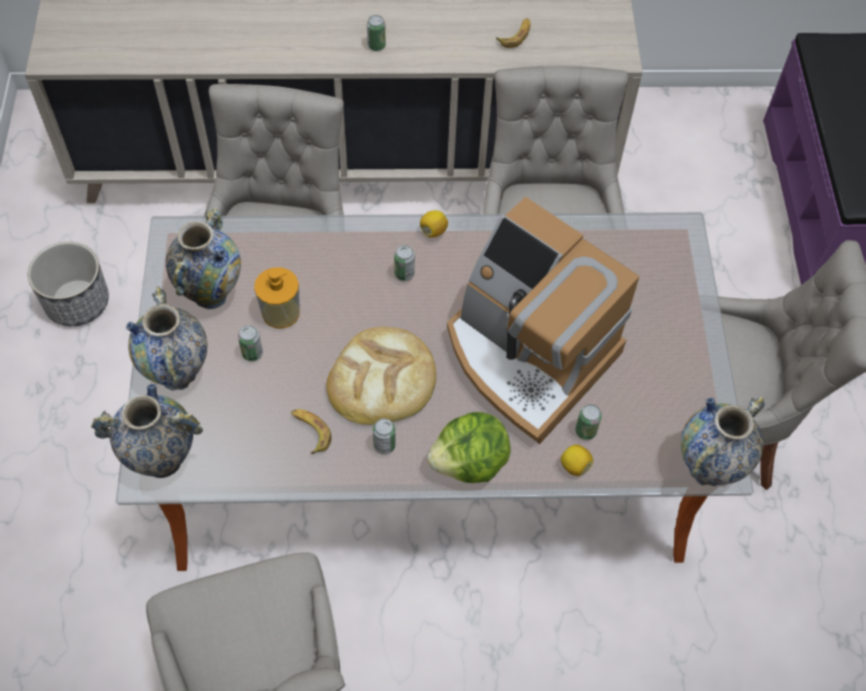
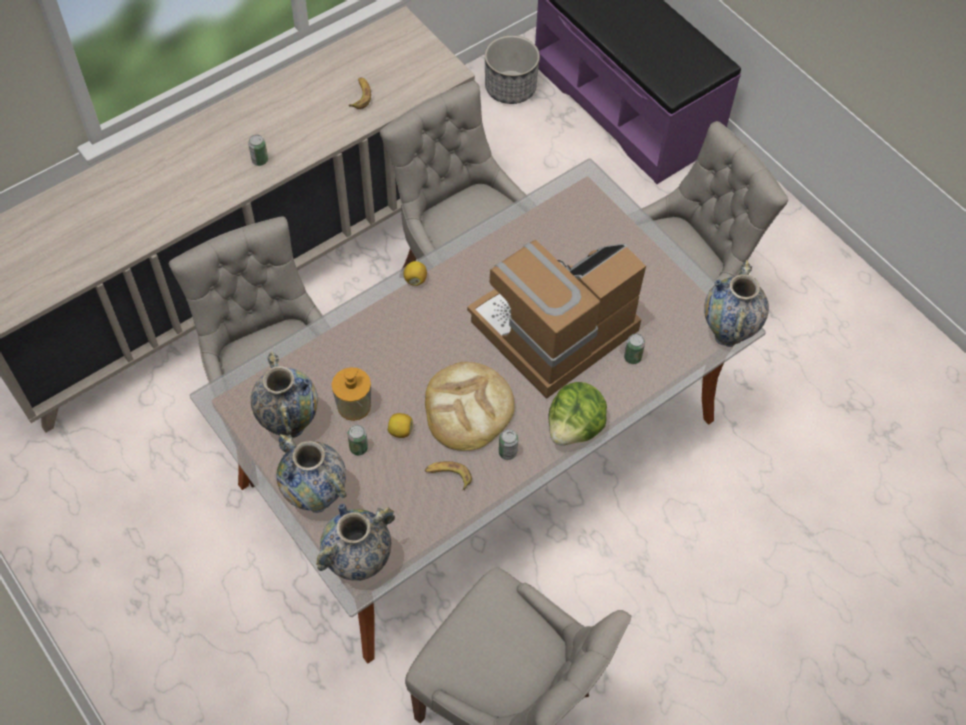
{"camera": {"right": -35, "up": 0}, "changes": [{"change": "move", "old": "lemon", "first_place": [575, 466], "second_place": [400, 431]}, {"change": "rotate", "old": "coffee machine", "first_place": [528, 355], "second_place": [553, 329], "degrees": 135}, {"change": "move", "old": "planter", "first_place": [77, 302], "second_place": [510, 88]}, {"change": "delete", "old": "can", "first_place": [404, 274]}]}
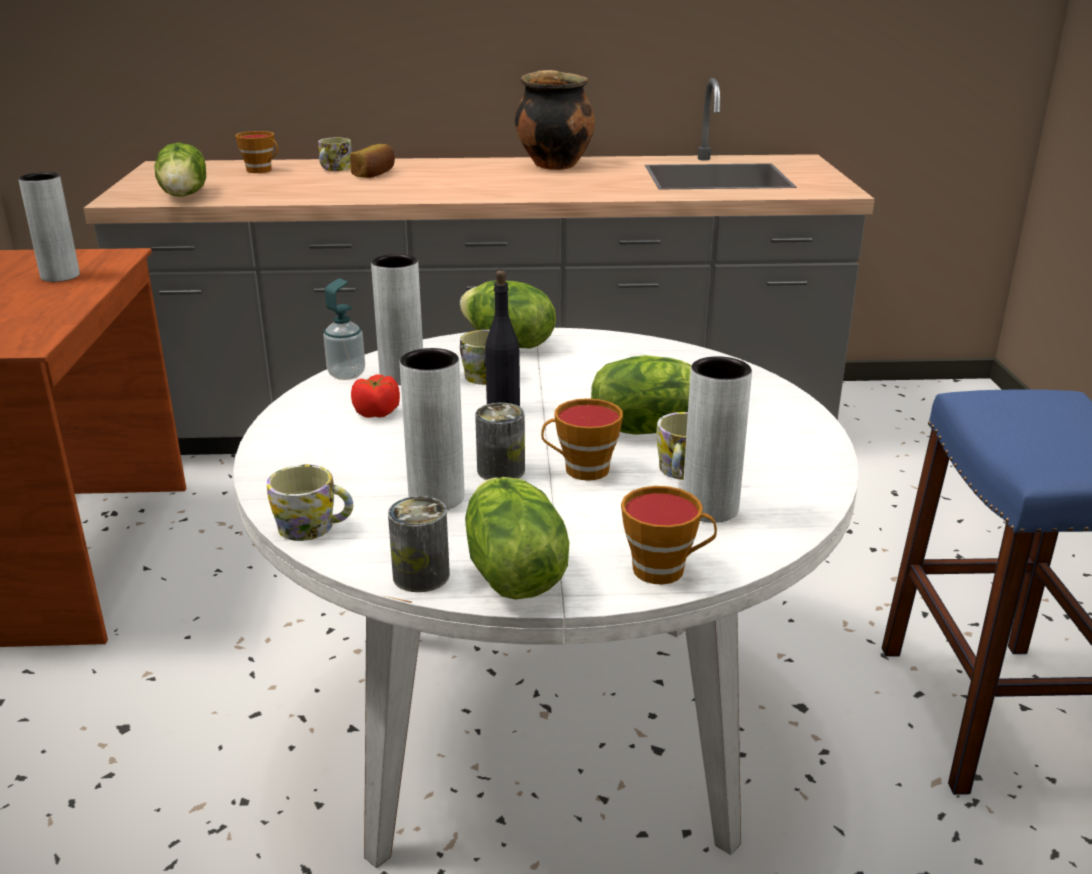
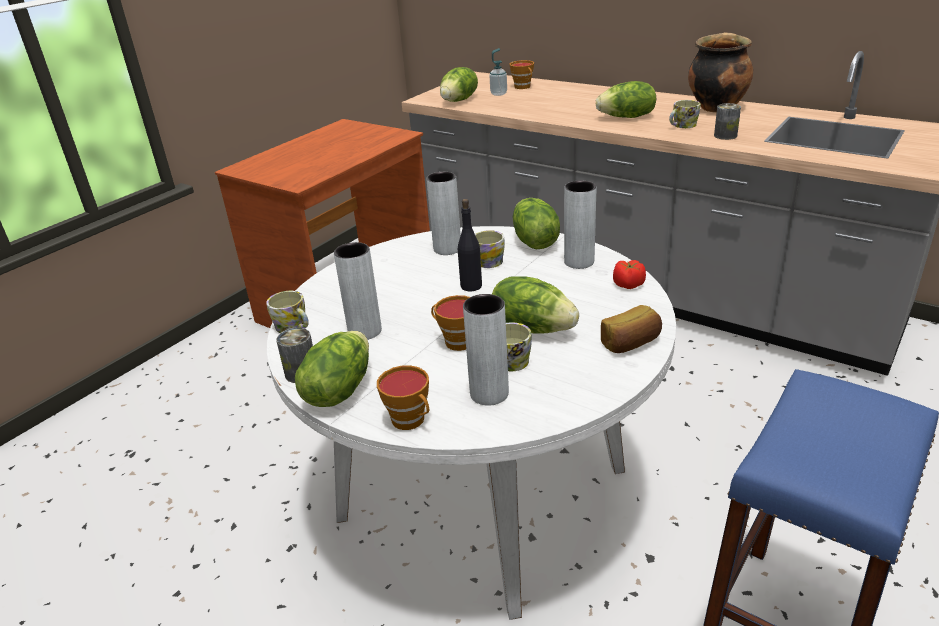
{"camera": {"right": 40, "up": 5}, "changes": [{"change": "move", "old": "soap dispenser", "first_place": [346, 374], "second_place": [498, 94]}, {"change": "move", "old": "grey vase", "first_place": [60, 276], "second_place": [579, 262]}, {"change": "insert", "new": "lettuce", "second_place": [627, 117]}, {"change": "move", "old": "bread", "first_place": [375, 174], "second_place": [631, 343]}, {"change": "move", "old": "tomato", "first_place": [377, 413], "second_place": [628, 285]}, {"change": "move", "old": "mug", "first_place": [334, 169], "second_place": [682, 126]}, {"change": "move", "old": "can", "first_place": [501, 470], "second_place": [725, 136]}]}
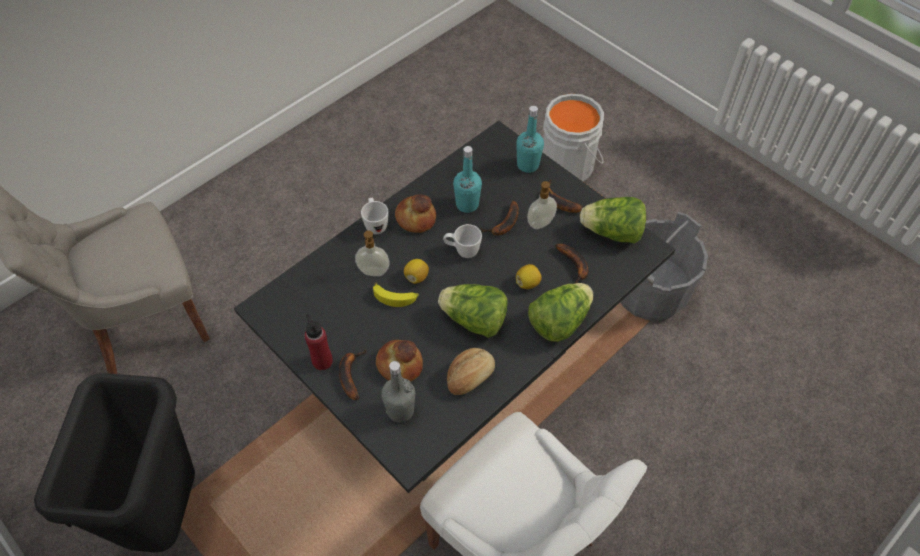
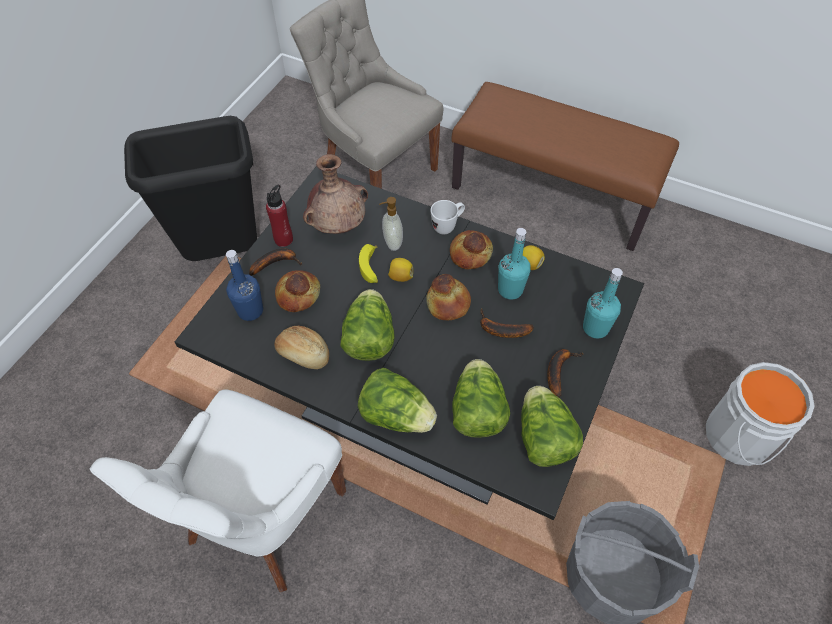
{"camera": {"right": 70, "up": 0}, "changes": [{"change": "recolor", "old": "grey bottle", "new": "blue bottle", "first_place": [400, 411], "second_place": [250, 311]}, {"change": "insert", "new": "brown vase", "second_place": [339, 226]}, {"change": "replace", "old": "white mug", "new": "bread", "first_place": [462, 251], "second_place": [448, 303]}, {"change": "insert", "new": "brown bench", "second_place": [552, 194]}, {"change": "replace", "old": "banana", "new": "lettuce", "first_place": [574, 266], "second_place": [477, 411]}, {"change": "move", "old": "lemon", "first_place": [528, 283], "second_place": [529, 264]}, {"change": "delete", "old": "soap dispenser", "first_place": [541, 224]}]}
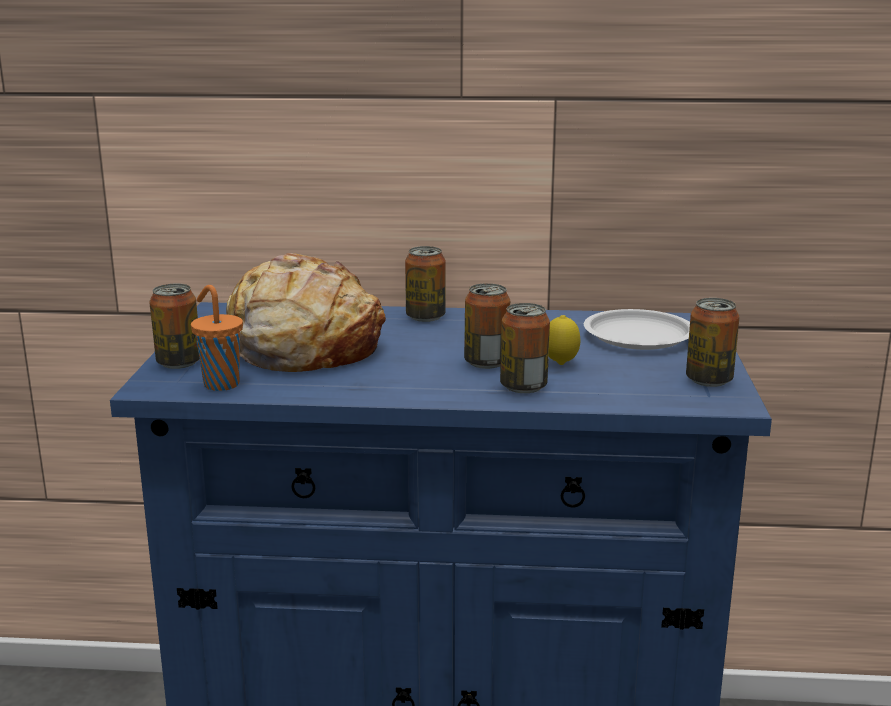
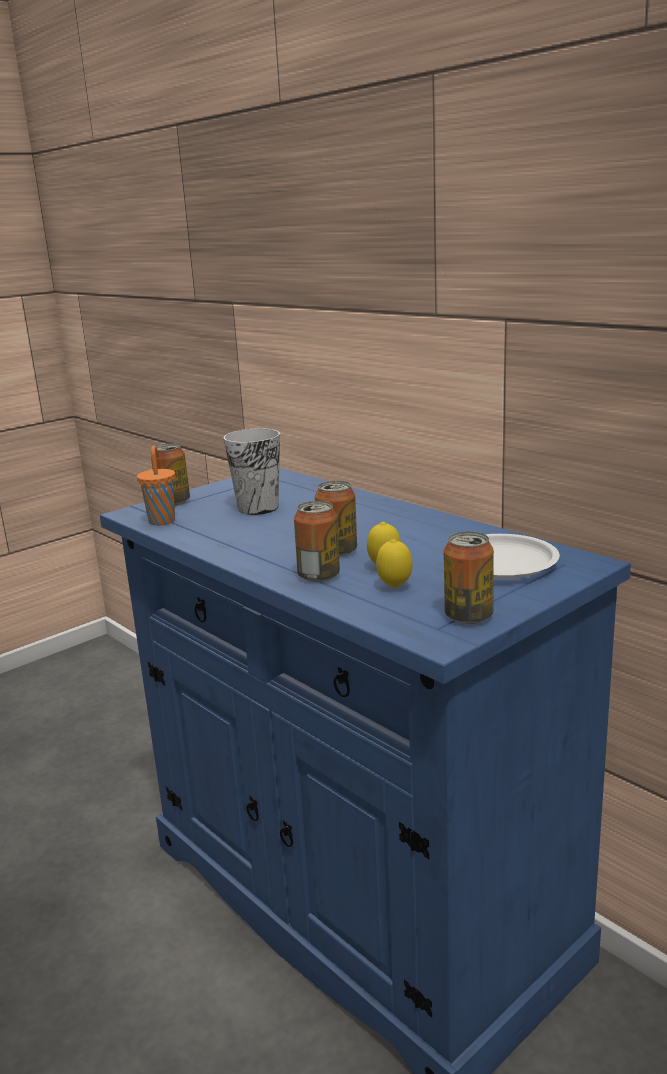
{"camera": {"right": 45, "up": 0}, "changes": [{"change": "replace", "old": "bread", "new": "cup", "first_place": [302, 346], "second_place": [258, 508]}, {"change": "insert", "new": "lemon", "second_place": [395, 587]}, {"change": "delete", "old": "can", "first_place": [425, 317]}]}
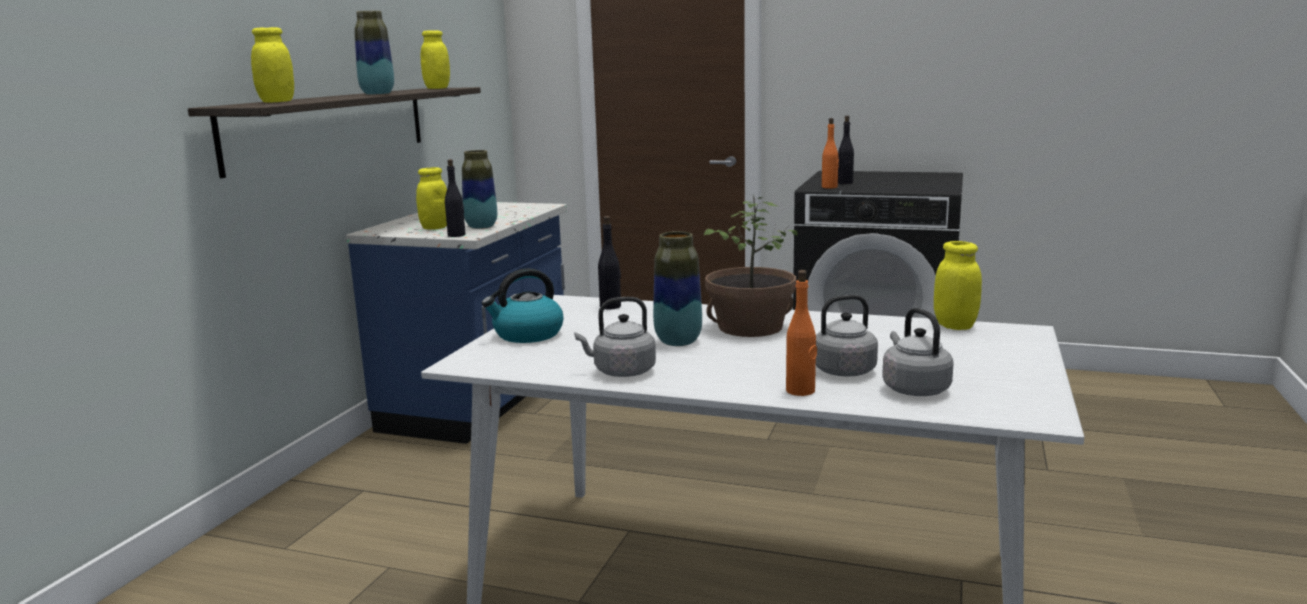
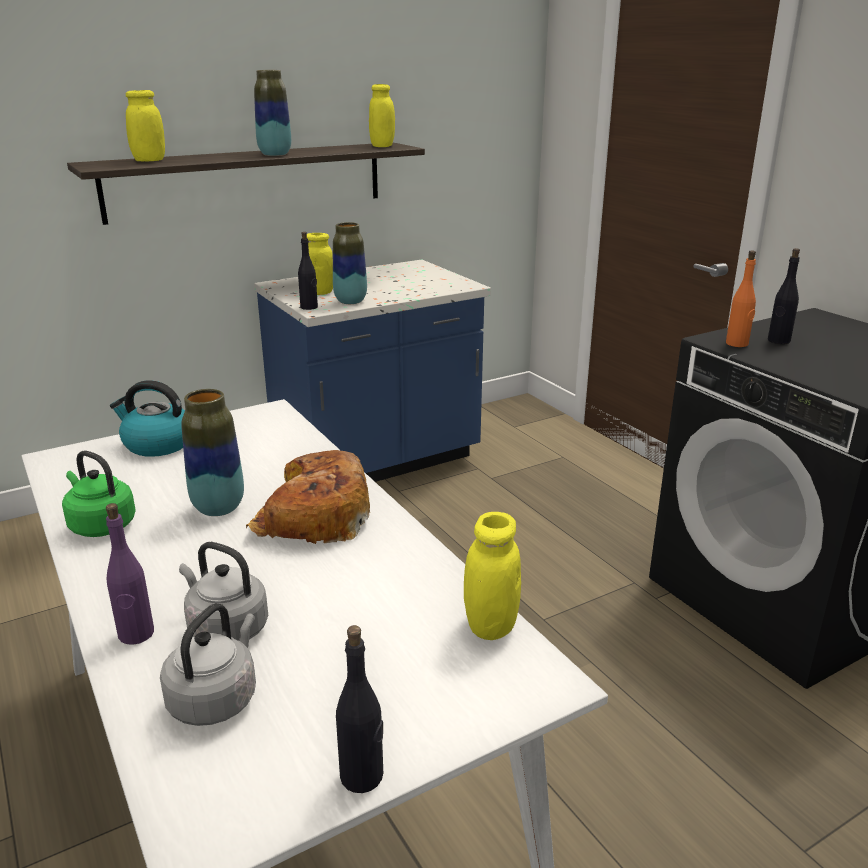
{"camera": {"right": 40, "up": 10}, "changes": [{"change": "recolor", "old": "grey kettle", "new": "green kettle", "first_place": [621, 372], "second_place": [100, 525]}, {"change": "recolor", "old": "orange bottle", "new": "purple bottle", "first_place": [800, 391], "second_place": [136, 634]}, {"change": "replace", "old": "potted plant", "new": "bread", "first_place": [750, 327], "second_place": [312, 517]}, {"change": "move", "old": "black bottle", "first_place": [610, 306], "second_place": [362, 776]}]}
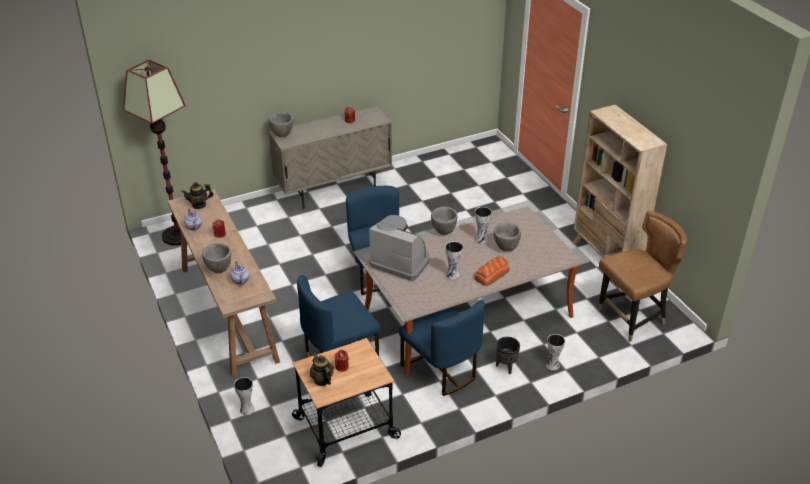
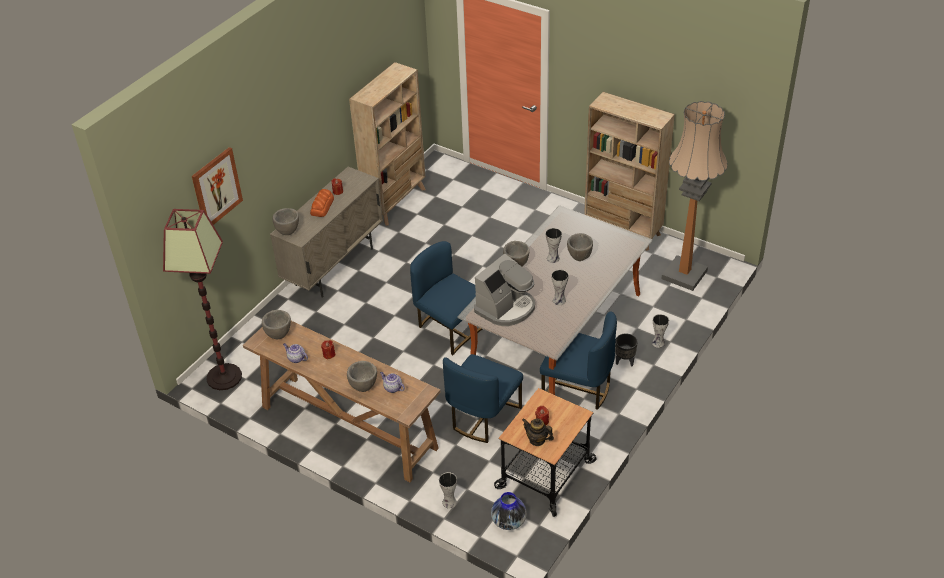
{"camera": {"right": -30, "up": 5}, "changes": [{"change": "insert", "new": "picture", "second_place": [216, 188]}, {"change": "replace", "old": "teapot", "new": "grey bowl", "first_place": [199, 205], "second_place": [279, 335]}, {"change": "move", "old": "bread", "first_place": [492, 274], "second_place": [322, 206]}, {"change": "insert", "new": "beige bookcase", "second_place": [396, 202]}, {"change": "rotate", "old": "coffee machine", "first_place": [401, 261], "second_place": [506, 308], "degrees": 135}, {"change": "insert", "new": "vase", "second_place": [508, 521]}, {"change": "replace", "old": "brown chair", "new": "floor lamp", "first_place": [632, 318], "second_place": [684, 274]}]}
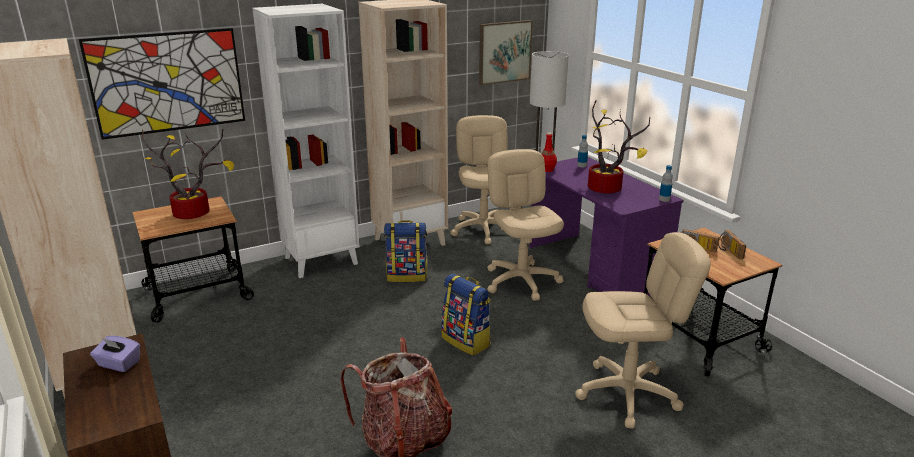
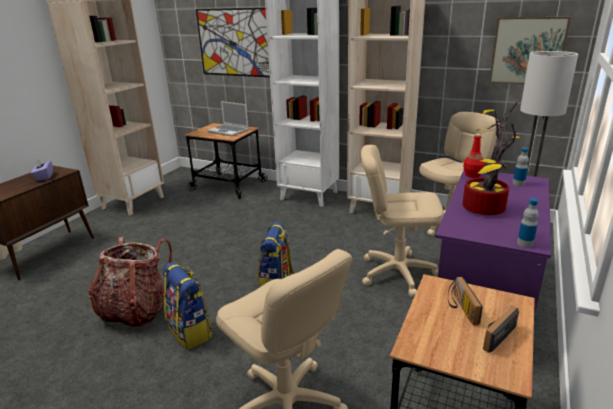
{"camera": {"right": 55, "up": 0}, "changes": [{"change": "move", "old": "backpack", "first_place": [407, 276], "second_place": [191, 331]}, {"change": "replace", "old": "potted plant", "new": "laptop", "first_place": [195, 213], "second_place": [229, 131]}, {"change": "rotate", "old": "beige office chair", "first_place": [522, 281], "second_place": [397, 273], "degrees": -120}]}
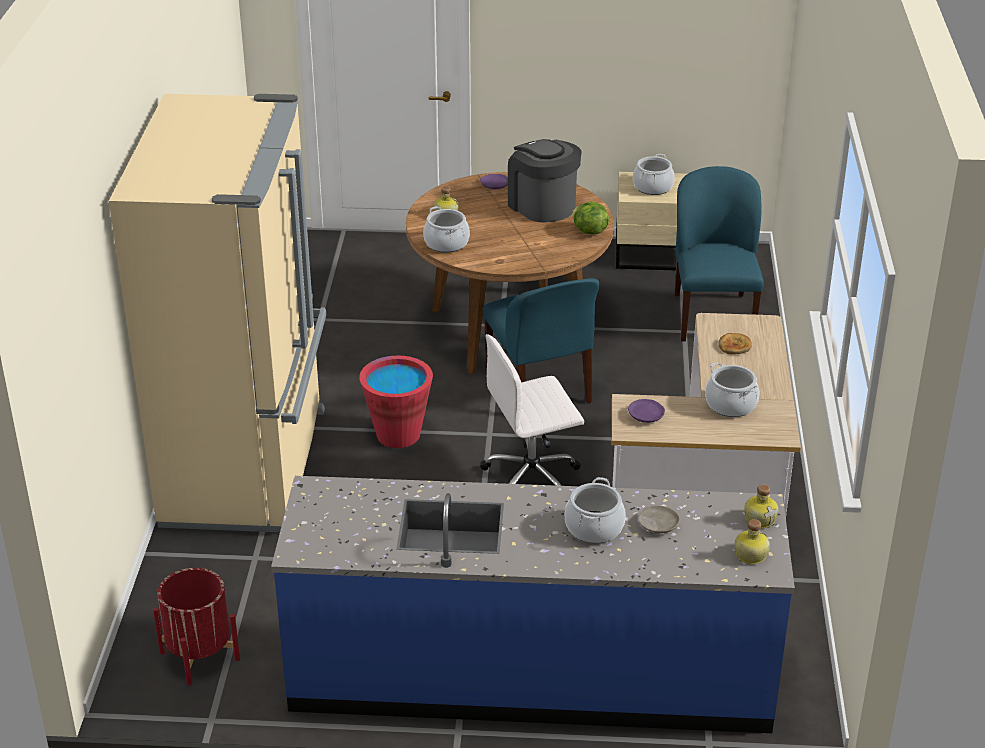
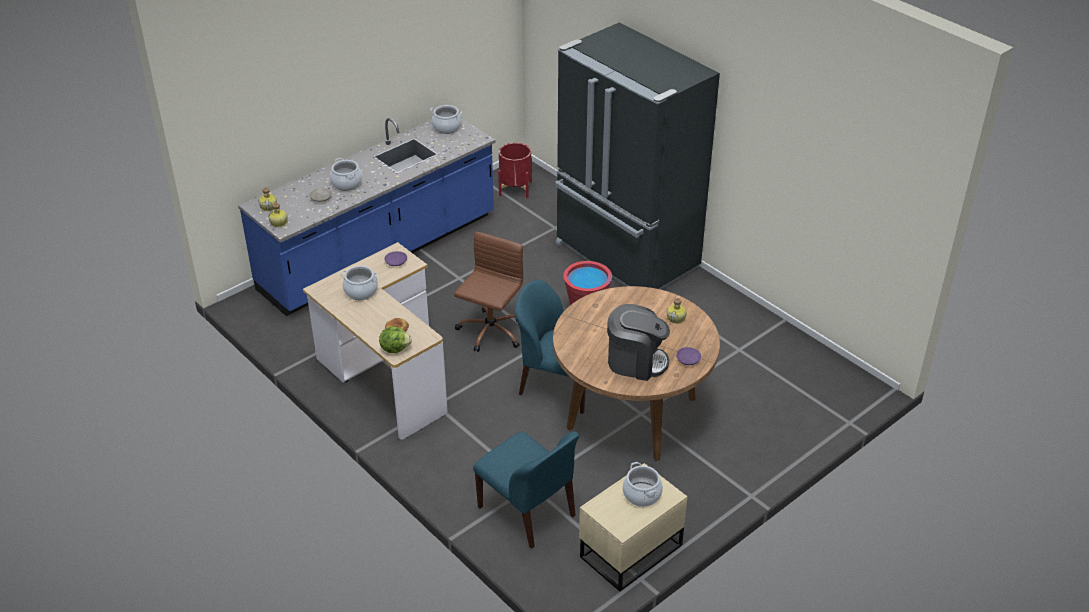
{"camera": {"right": 135, "up": 5}, "changes": [{"change": "move", "old": "lettuce", "first_place": [589, 231], "second_place": [395, 348]}, {"change": "move", "old": "cooking pot", "first_place": [446, 243], "second_place": [446, 127]}, {"change": "recolor", "old": "white office chair", "new": "brown office chair", "first_place": [533, 478], "second_place": [490, 332]}, {"change": "recolor", "old": "beige fridge", "new": "black fridge", "first_place": [249, 466], "second_place": [625, 257]}]}
